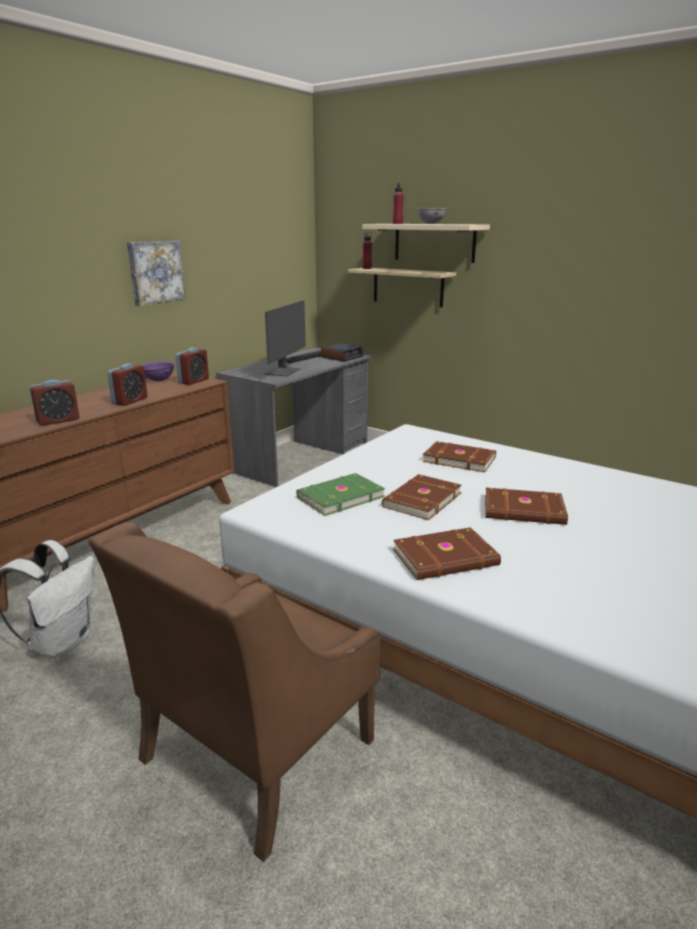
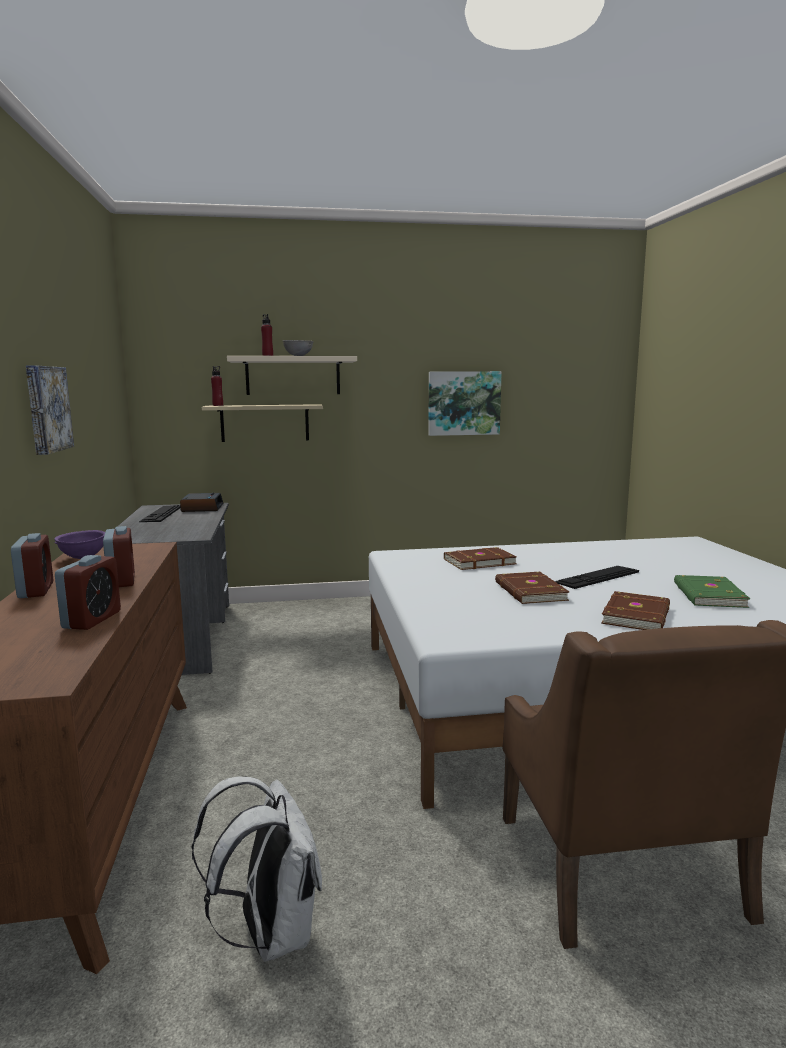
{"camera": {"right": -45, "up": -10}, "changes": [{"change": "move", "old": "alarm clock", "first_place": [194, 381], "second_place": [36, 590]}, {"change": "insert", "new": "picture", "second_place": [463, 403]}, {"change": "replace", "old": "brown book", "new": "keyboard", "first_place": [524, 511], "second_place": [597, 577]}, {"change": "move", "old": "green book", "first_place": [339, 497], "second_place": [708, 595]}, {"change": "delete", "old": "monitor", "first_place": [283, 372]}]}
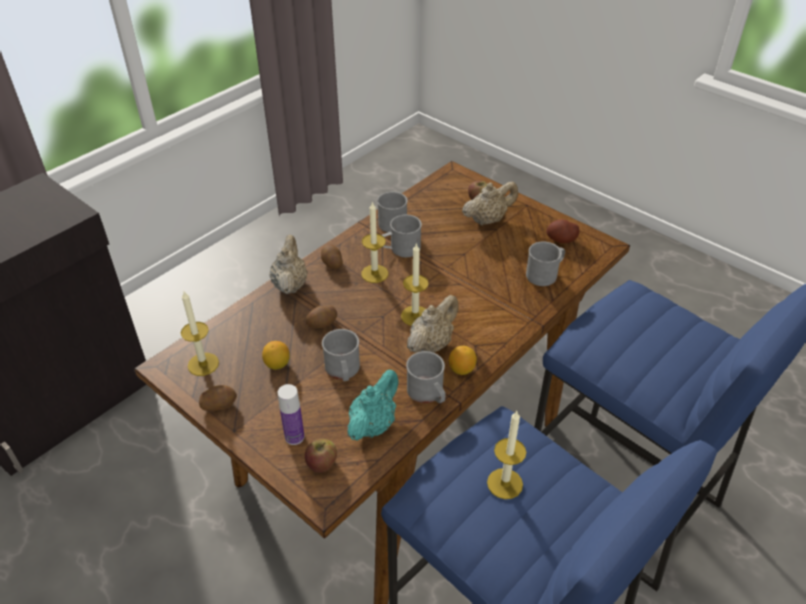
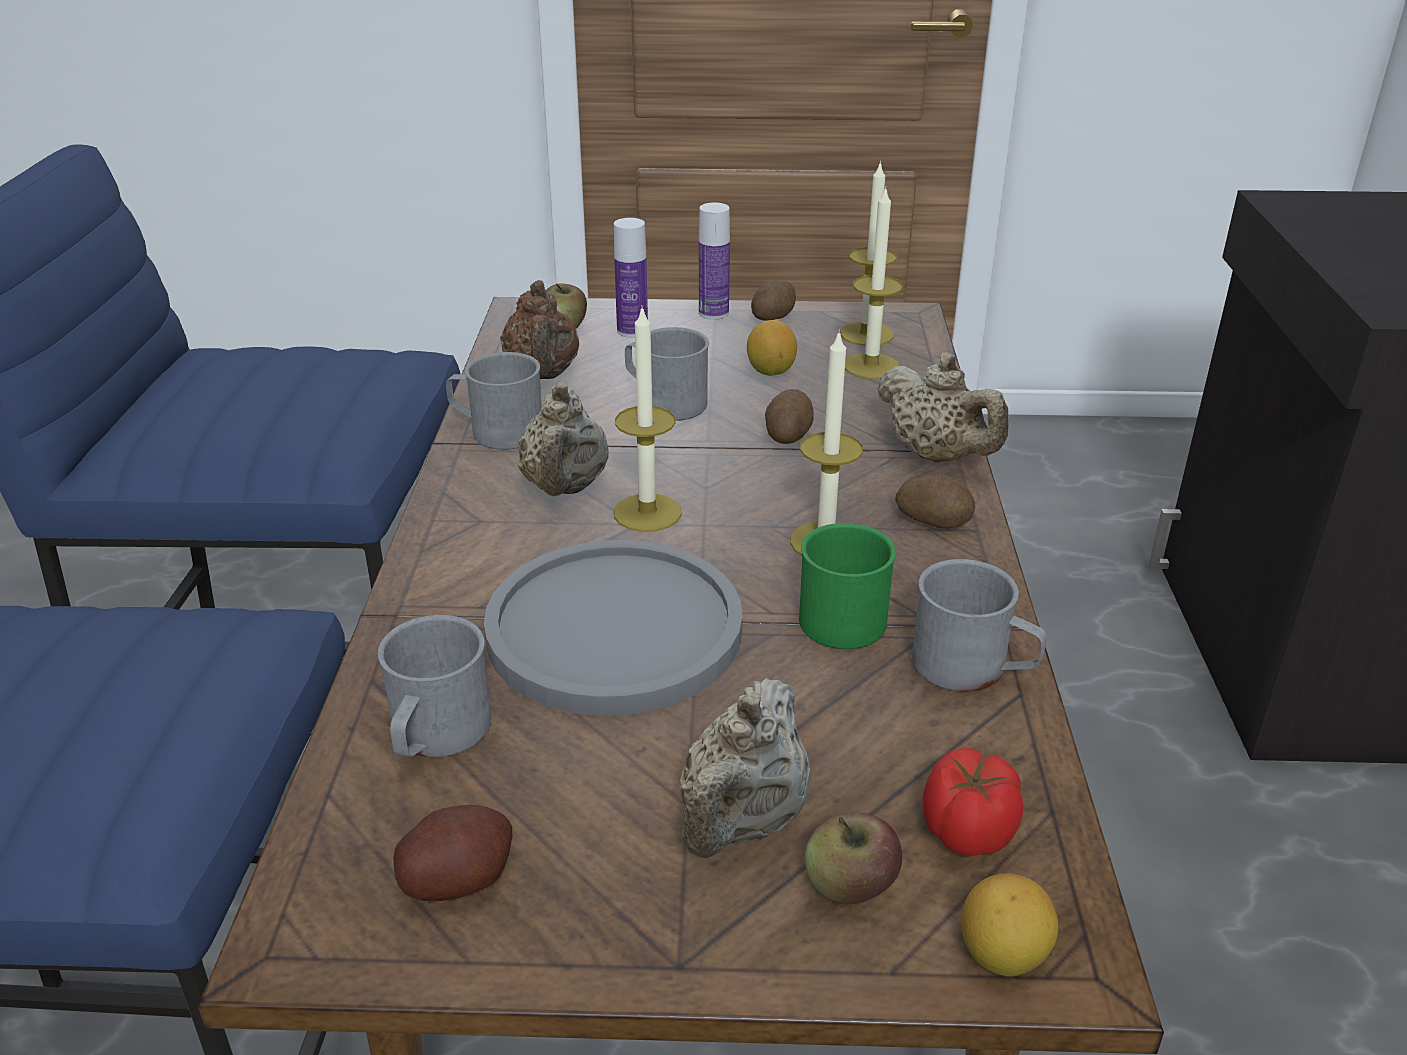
{"camera": {"right": 140, "up": -10}, "changes": [{"change": "insert", "new": "grey plate", "second_place": [614, 630]}, {"change": "recolor", "old": "turquoise teapot", "new": "brown teapot", "first_place": [373, 424], "second_place": [542, 375]}, {"change": "insert", "new": "bottle", "second_place": [713, 313]}, {"change": "recolor", "old": "grey mug", "new": "green mug", "first_place": [400, 249], "second_place": [849, 614]}, {"change": "move", "old": "candle", "first_place": [505, 483], "second_place": [871, 366]}, {"change": "insert", "new": "tomato", "second_place": [967, 833]}, {"change": "move", "old": "lemon", "first_place": [461, 369], "second_place": [1003, 956]}]}
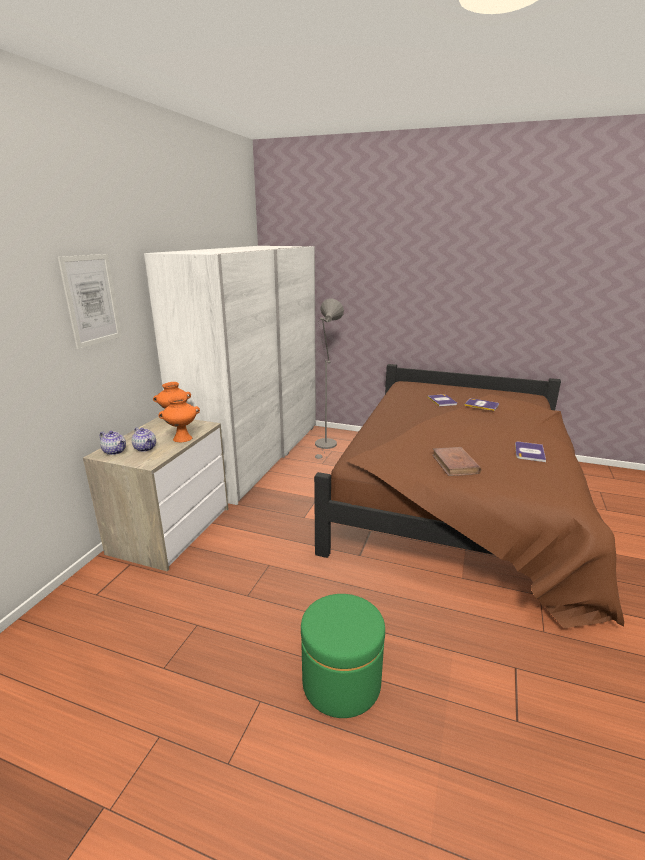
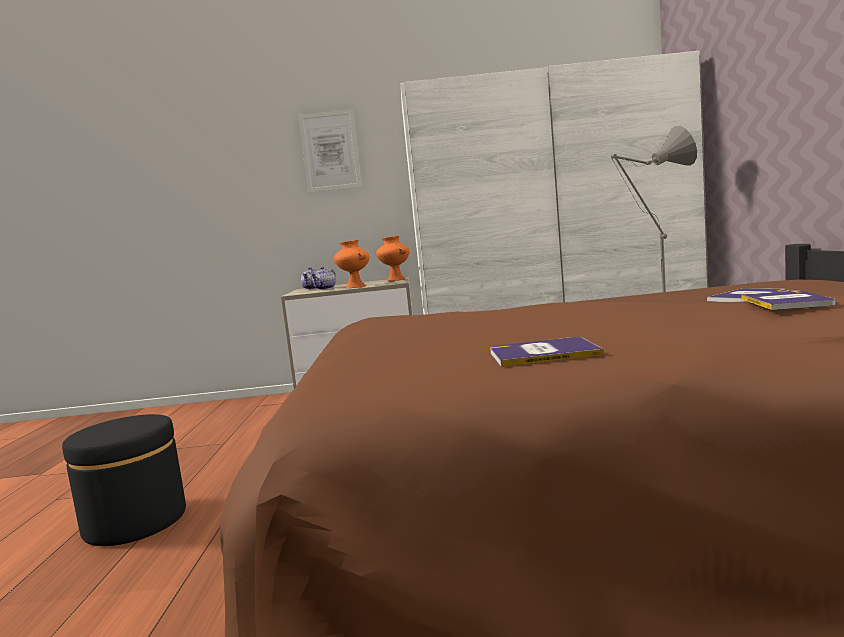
{"camera": {"right": 70, "up": -15}, "changes": [{"change": "recolor", "old": "green ottoman", "new": "black ottoman", "first_place": [341, 682], "second_place": [135, 522]}, {"change": "delete", "old": "brown book", "first_place": [455, 464]}]}
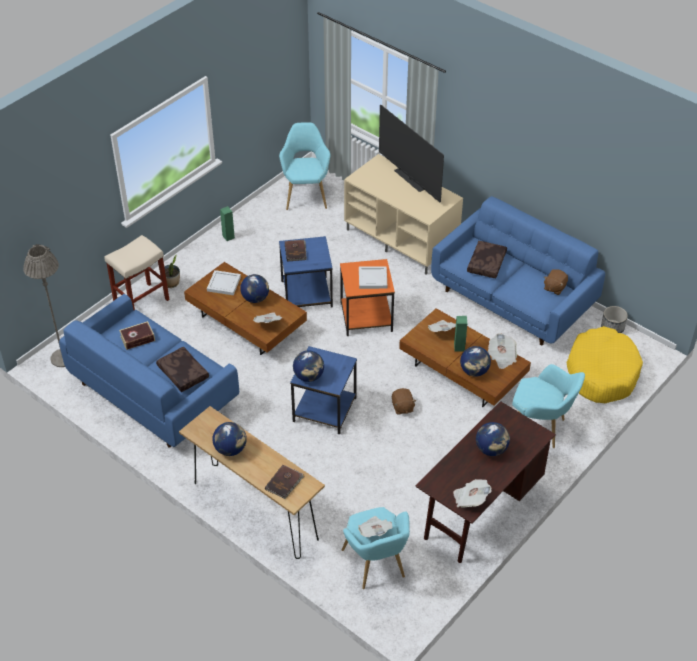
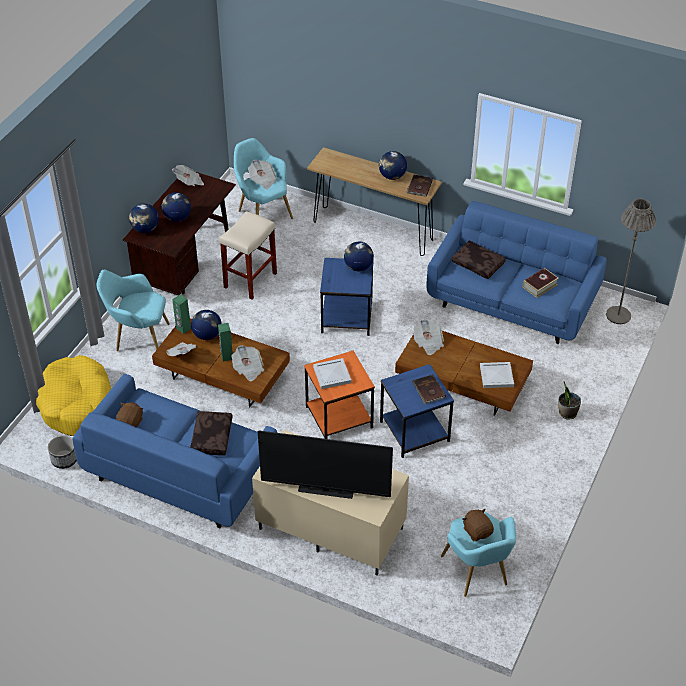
{"camera": {"right": 165, "up": 0}, "changes": [{"change": "move", "old": "globe", "first_place": [255, 298], "second_place": [145, 229]}, {"change": "move", "old": "green speaker", "first_place": [228, 236], "second_place": [183, 328]}, {"change": "move", "old": "beige stool", "first_place": [142, 301], "second_place": [250, 281]}, {"change": "rotate", "old": "television", "first_place": [409, 180], "second_place": [325, 491], "degrees": 150}, {"change": "move", "old": "brown book", "first_place": [284, 483], "second_place": [419, 187]}, {"change": "move", "old": "brown plush toy", "first_place": [402, 407], "second_place": [477, 531]}]}
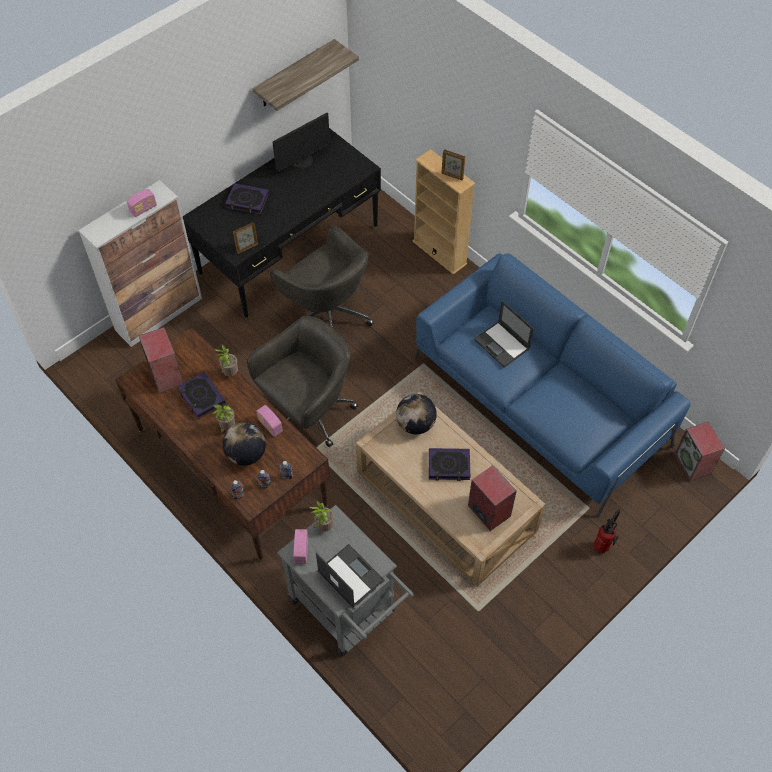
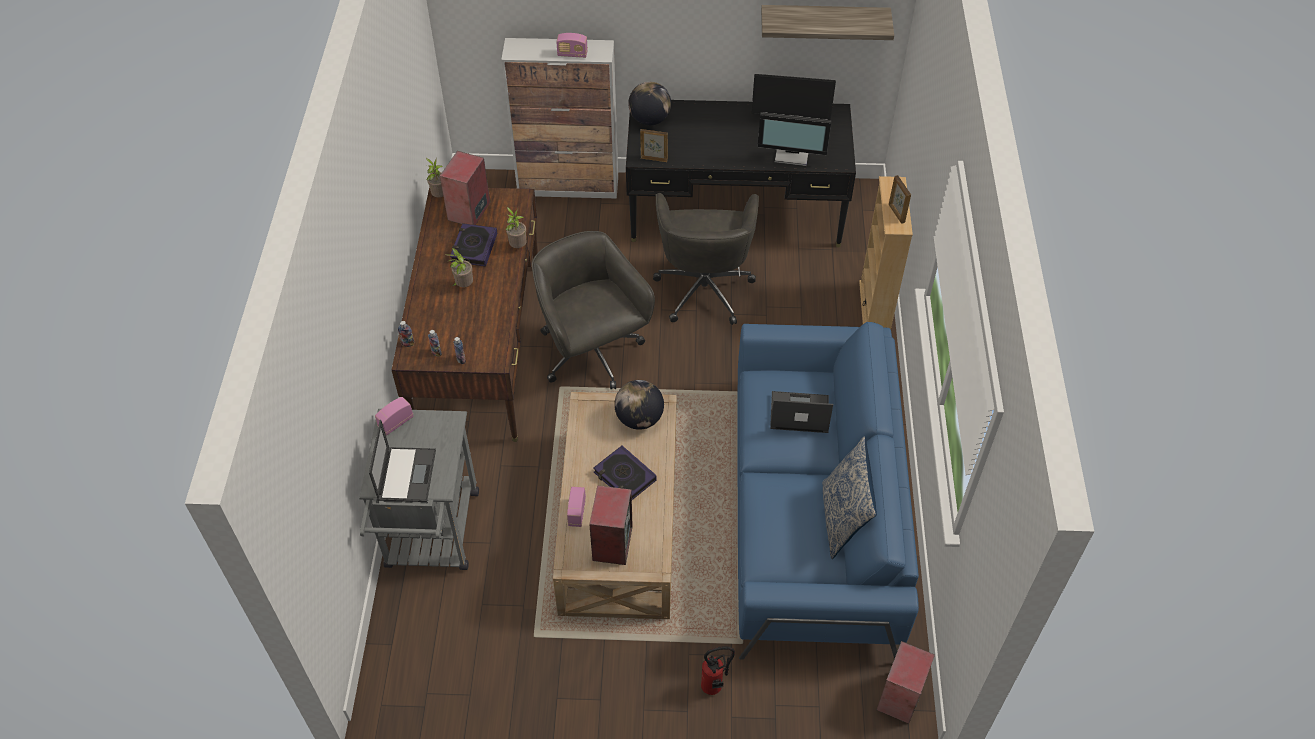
{"camera": {"right": 45, "up": -5}, "changes": [{"change": "move", "old": "potted plant", "first_place": [323, 527], "second_place": [439, 196]}, {"change": "rotate", "old": "grey office chair", "first_place": [308, 413], "second_place": [591, 354], "degrees": -120}, {"change": "move", "old": "radio", "first_place": [270, 425], "second_place": [577, 512]}, {"change": "move", "old": "globe", "first_place": [246, 454], "second_place": [650, 119]}, {"change": "insert", "new": "monitor", "second_place": [792, 154]}, {"change": "rotate", "old": "laptop", "first_place": [502, 344], "second_place": [798, 412], "degrees": 90}, {"change": "insert", "new": "pillow", "second_place": [843, 519]}, {"change": "delete", "old": "book", "first_place": [247, 201]}]}
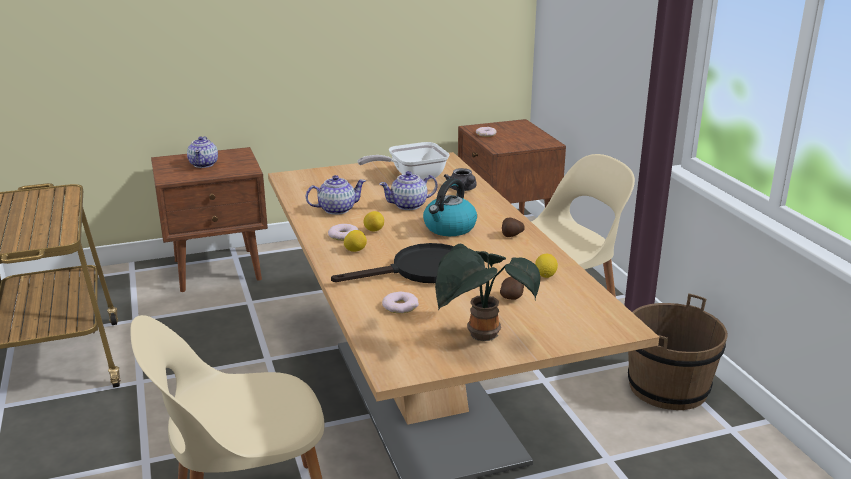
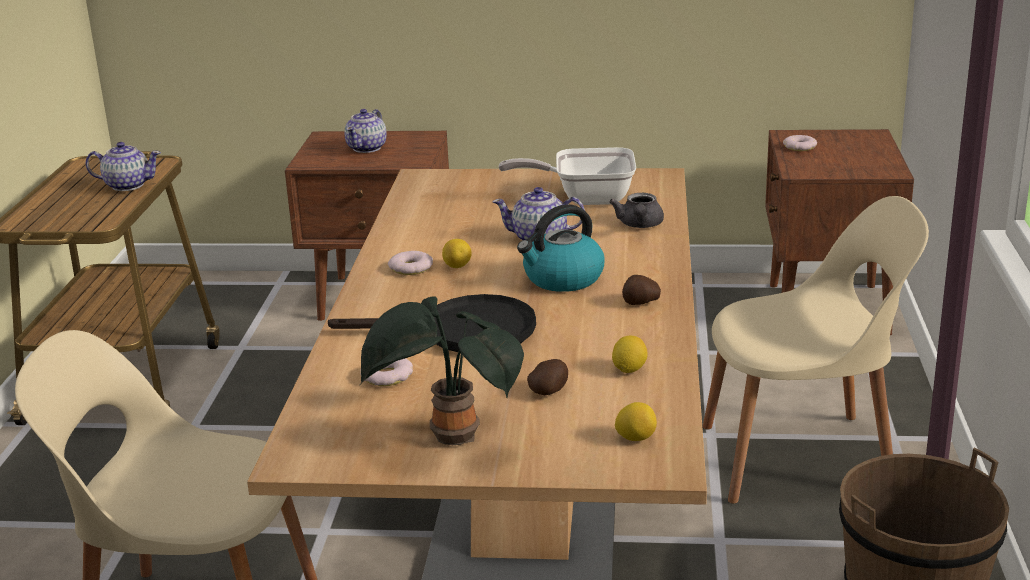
{"camera": {"right": 25, "up": 0}, "changes": [{"change": "move", "old": "teapot", "first_place": [336, 209], "second_place": [127, 185]}, {"change": "move", "old": "lemon", "first_place": [355, 250], "second_place": [636, 438]}]}
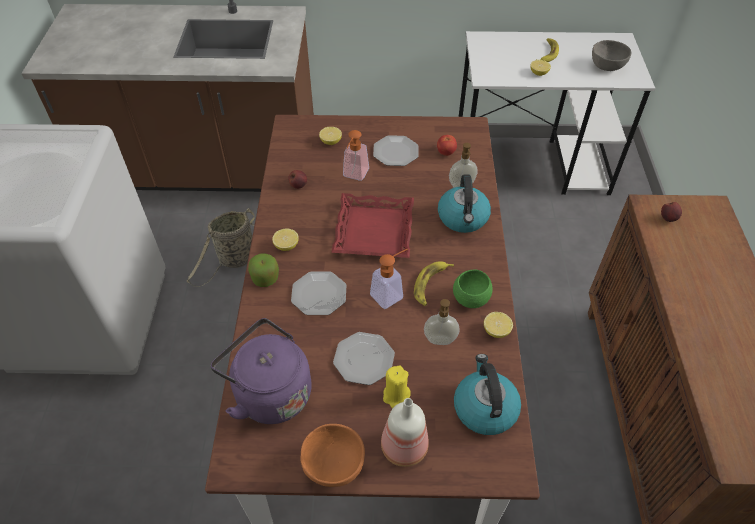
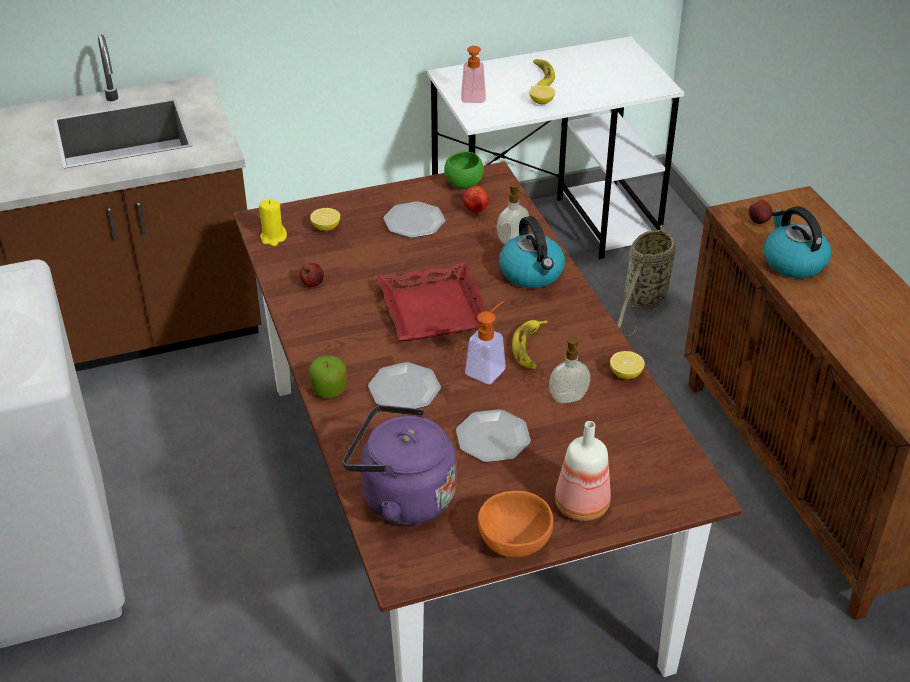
{"camera": {"right": -20, "up": -10}, "changes": [{"change": "move", "old": "yellow candle", "first_place": [396, 395], "second_place": [273, 238]}, {"change": "move", "old": "green bowl", "first_place": [471, 299], "second_place": [464, 184]}, {"change": "move", "old": "soap dispenser", "first_place": [354, 176], "second_place": [473, 100]}, {"change": "move", "old": "basket", "first_place": [235, 260], "second_place": [643, 302]}, {"change": "move", "old": "kettle", "first_place": [484, 408], "second_place": [793, 262]}, {"change": "delete", "old": "lemon", "first_place": [286, 246]}, {"change": "delete", "old": "grey bowl", "first_place": [606, 66]}]}
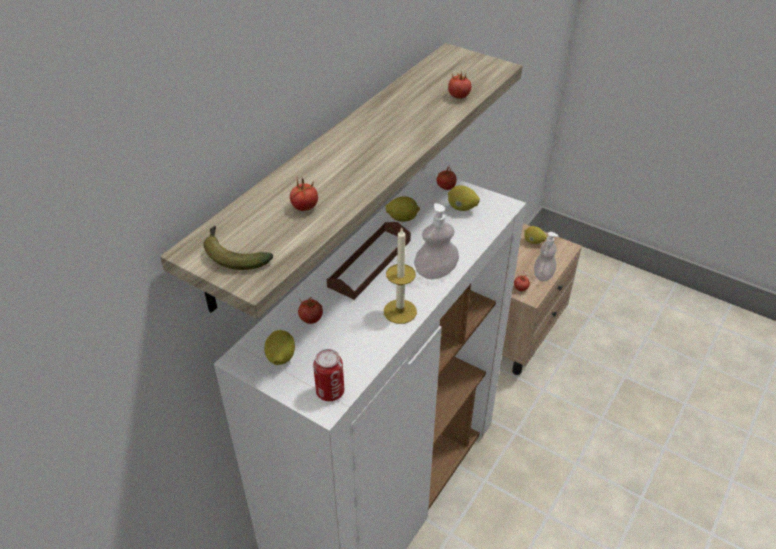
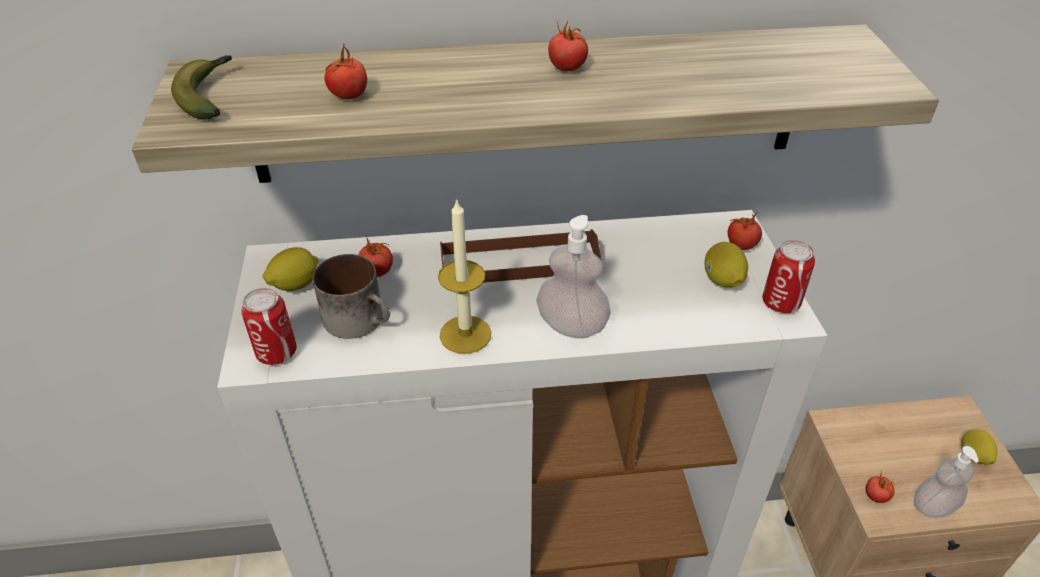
{"camera": {"right": 50, "up": 0}, "changes": [{"change": "insert", "new": "mug", "second_place": [361, 319]}, {"change": "move", "old": "tomato", "first_place": [459, 96], "second_place": [567, 68]}, {"change": "insert", "new": "can", "second_place": [780, 302]}, {"change": "delete", "old": "lemon", "first_place": [402, 218]}]}
